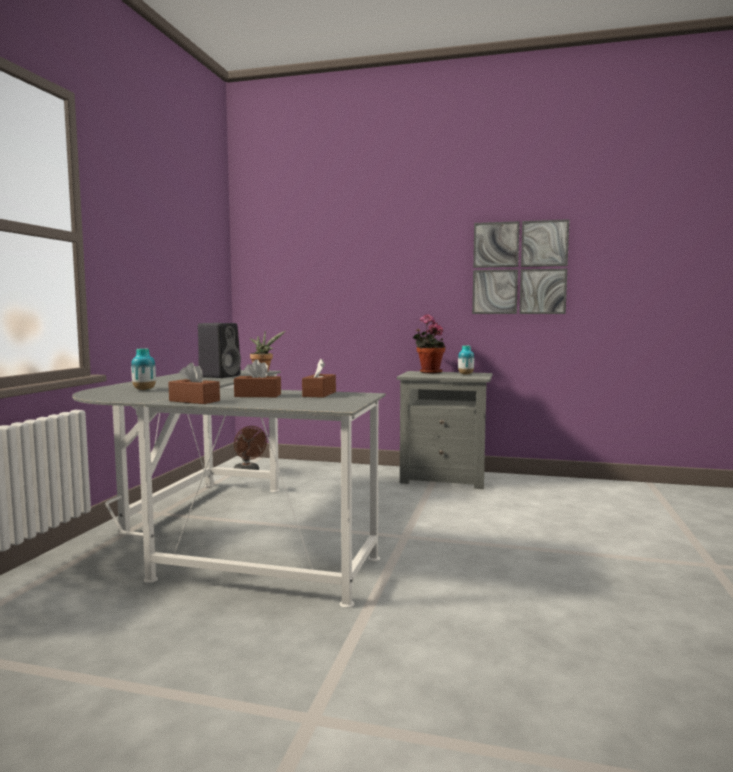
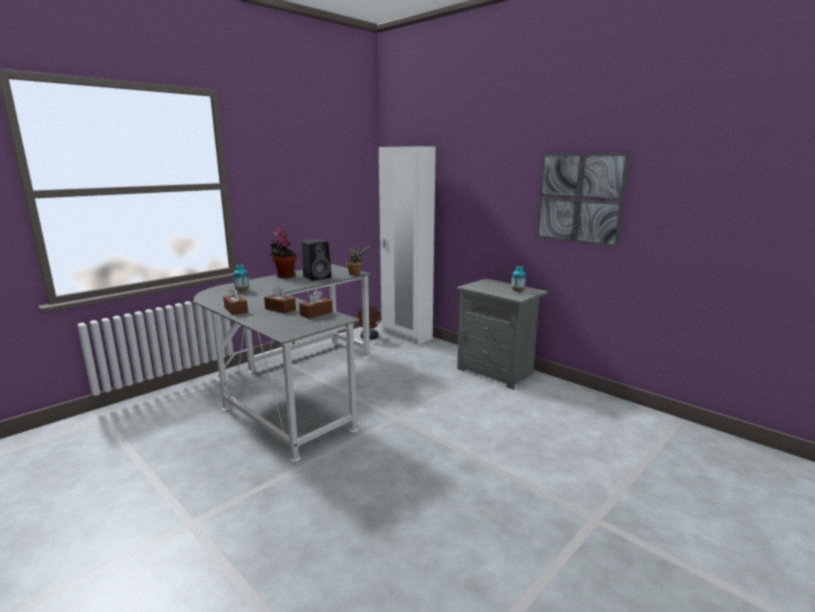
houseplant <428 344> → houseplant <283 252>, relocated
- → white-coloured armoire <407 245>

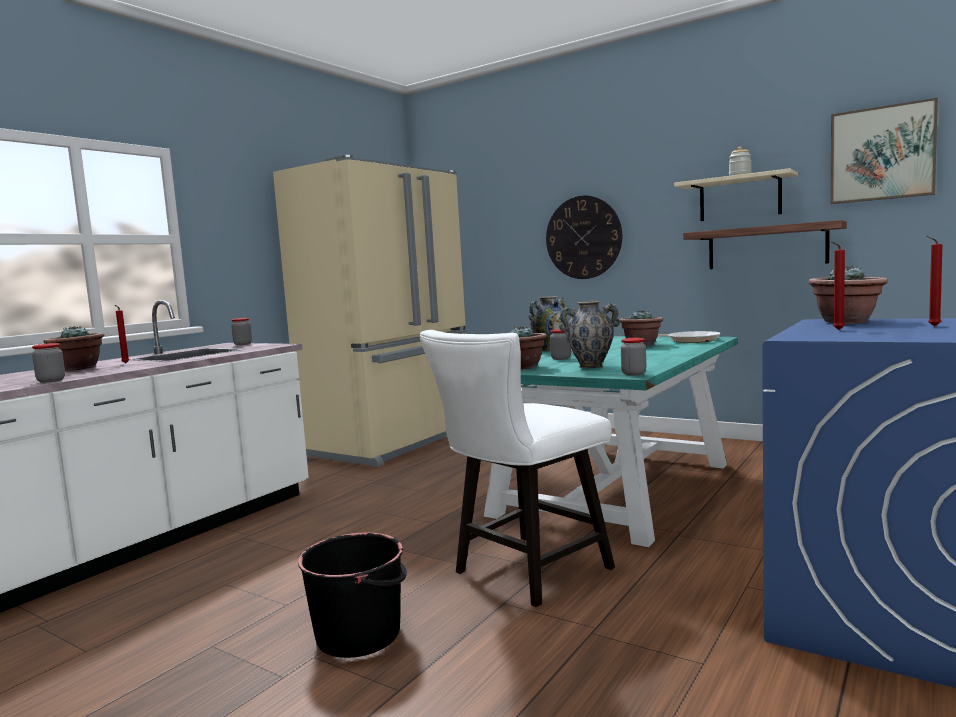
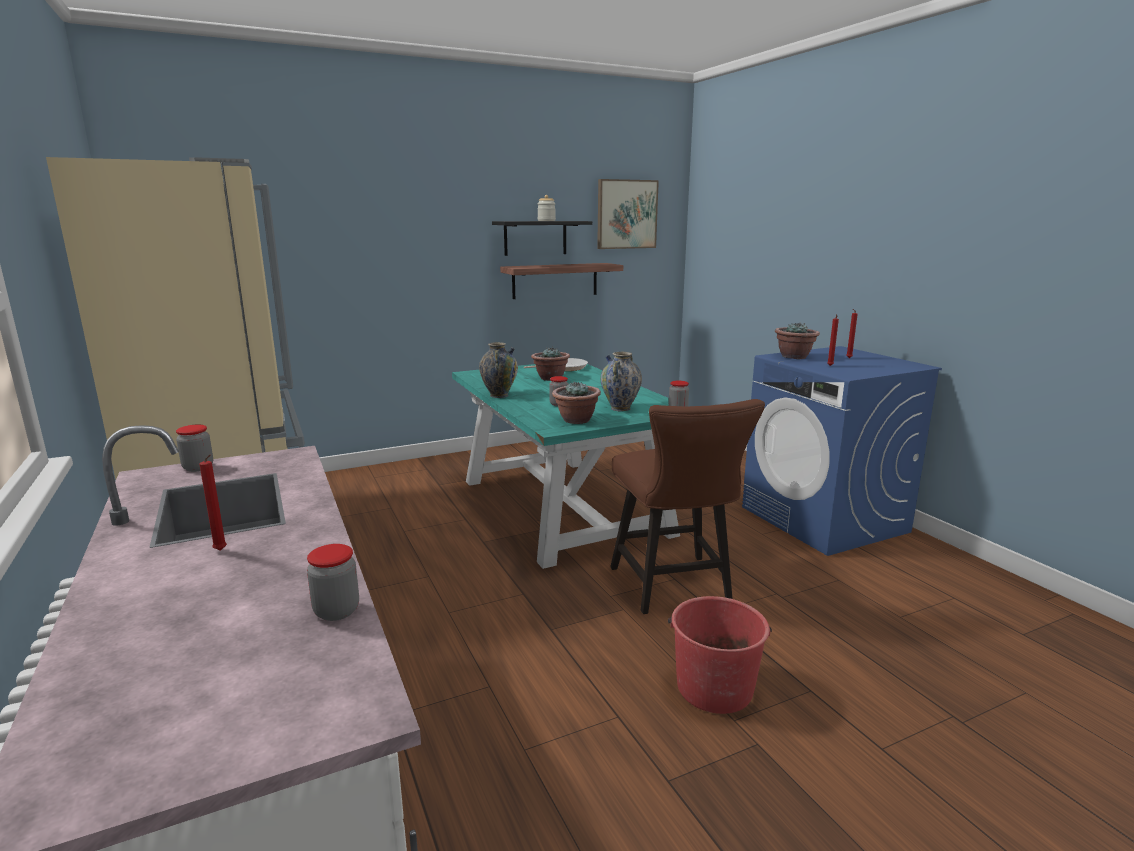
beige shelf <736 194> → black-coloured shelf <542 238>
white-coloured upright chair <517 468> → brown upright chair <687 506>
black-coloured pail <352 595> → red pail <720 655>
houseplant <73 348> → -
wall clock <584 237> → -

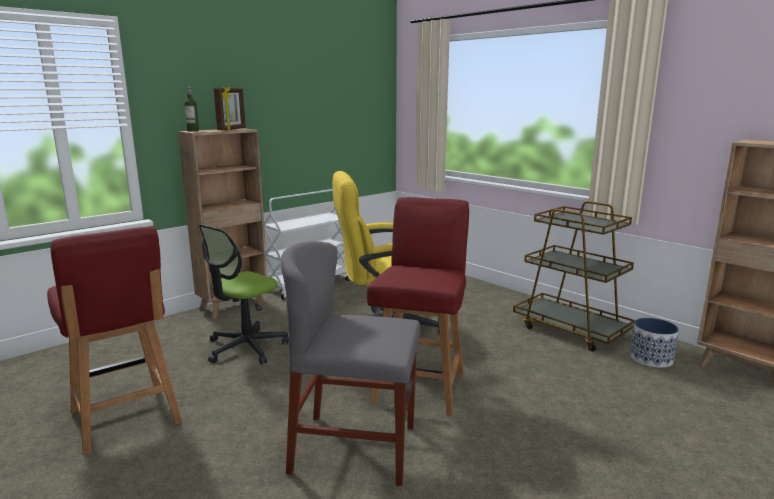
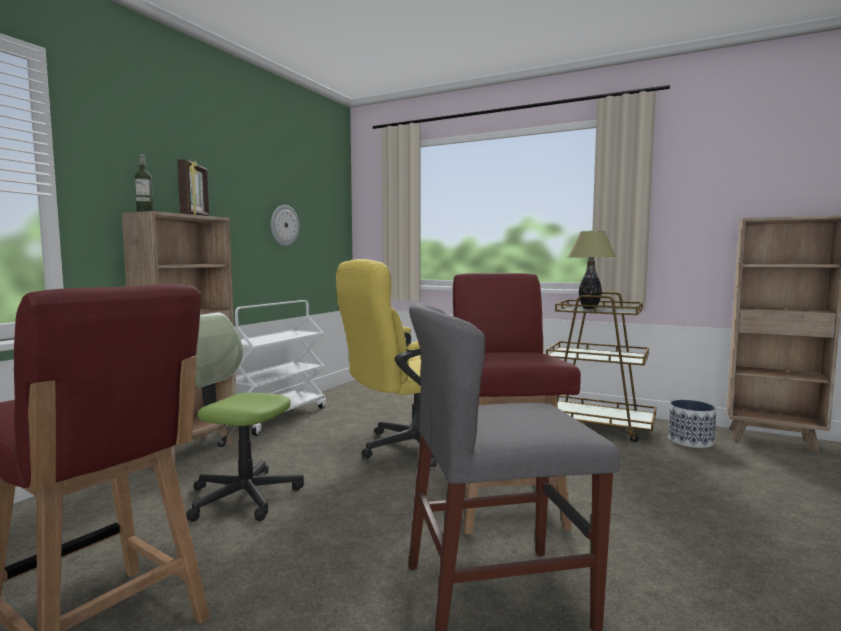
office chair <243 294> → office chair <245 417>, 90 degrees clockwise
- → wall clock <285 225>
- → table lamp <592 270>

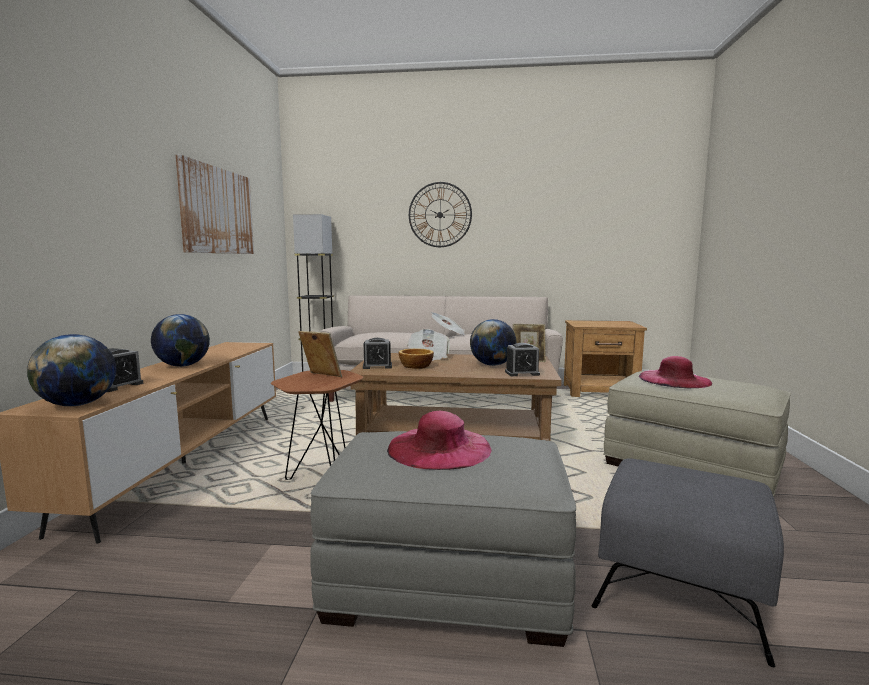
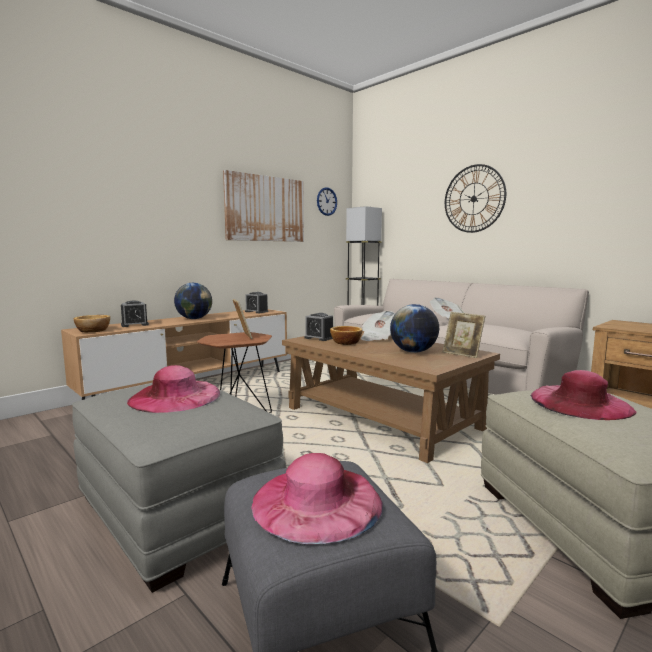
globe <71 370> → bowl <92 324>
table clock <522 359> → table clock <257 302>, relocated
- → pinkish clothing hat <317 498>
- → wall clock <327 201>

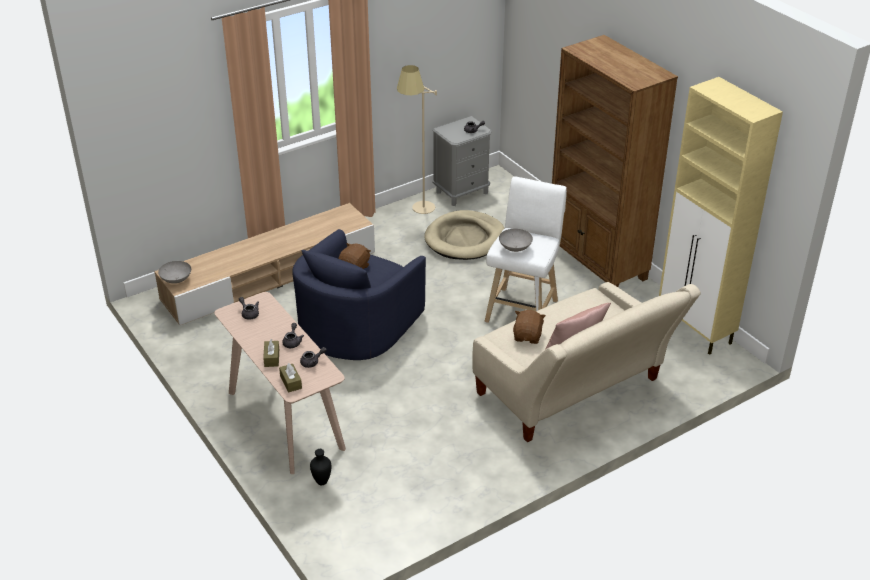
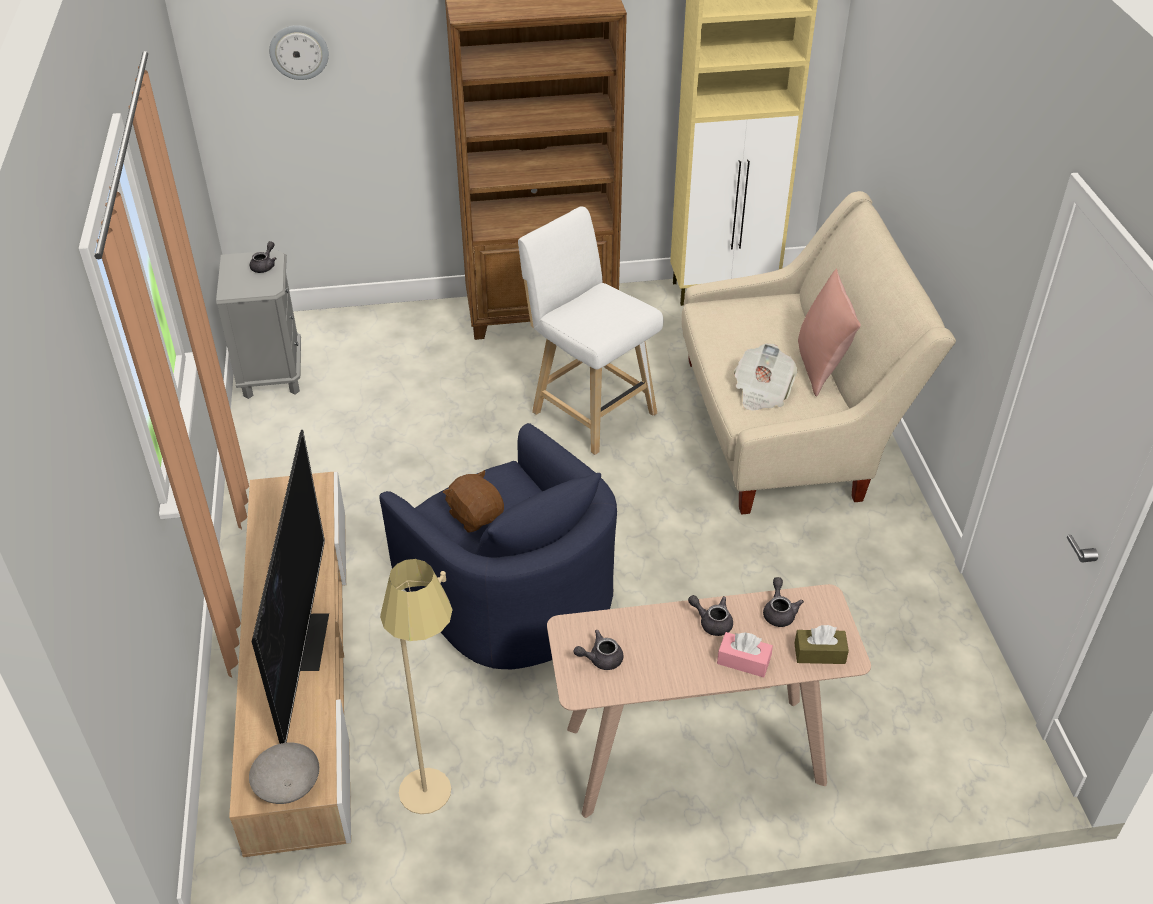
- → TV <290 587>
- → wall clock <299 52>
beige standing lamp <417 139> → beige standing lamp <416 686>, relocated
brown tissue box <271 353> → pinkish tissue box <745 654>
brown cuddly toy <529 327> → daily paper <766 376>
black-coloured decorative vase <320 467> → -
beige pet bed <464 235> → -
grey bowl <516 240> → -

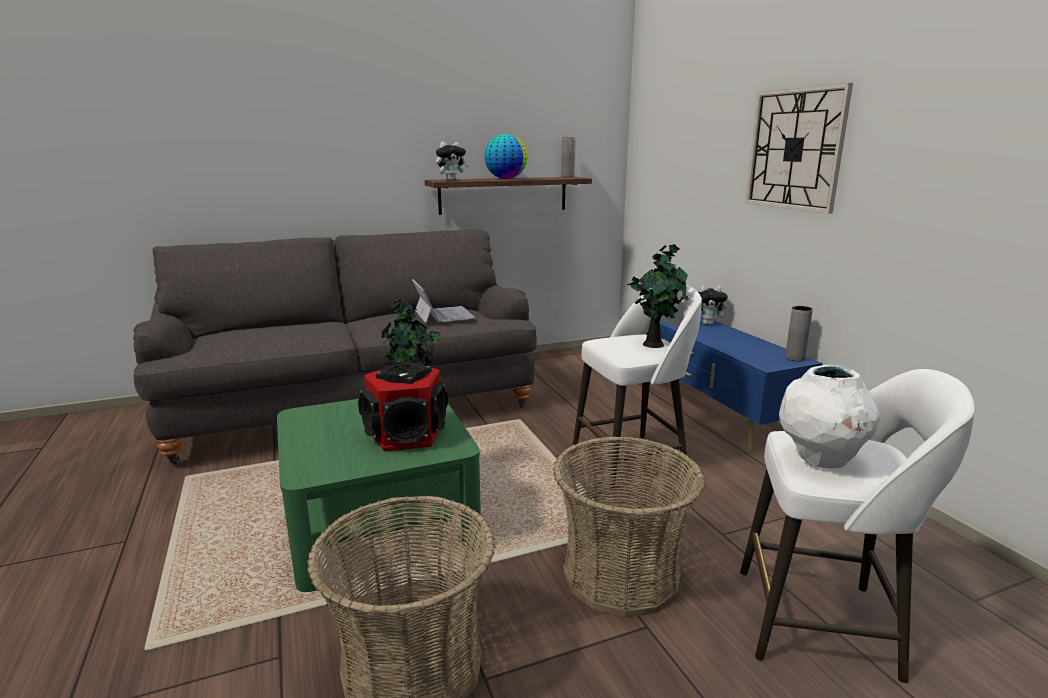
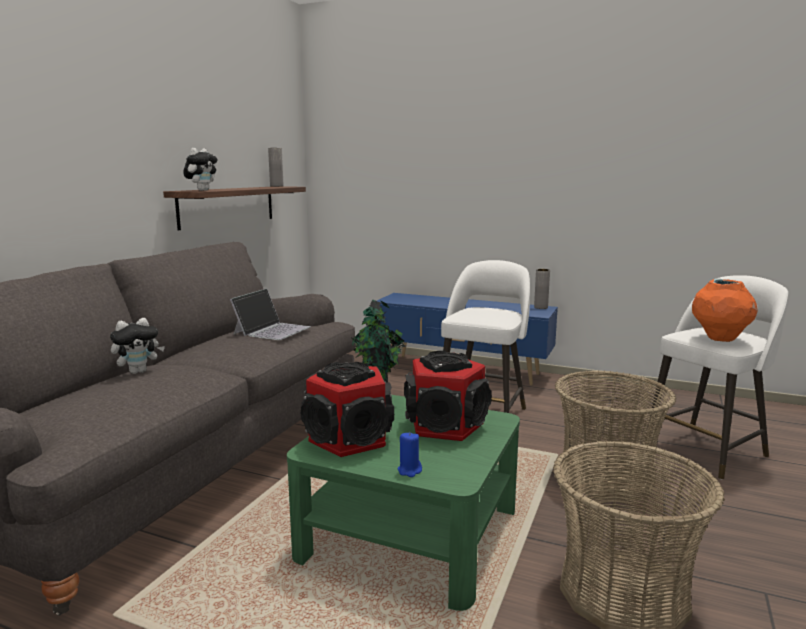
cuddly toy <714 305> → cuddly toy <137 346>, relocated
notebook computer <443 301> → notebook computer <270 314>, 90 degrees clockwise
- → audio speaker <347 409>
- → blue-coloured wax candle <410 454>
white-coloured decorative vase <829 416> → orange-coloured decorative vase <725 310>
globe <506 156> → -
houseplant <658 296> → -
wall clock <799 148> → -

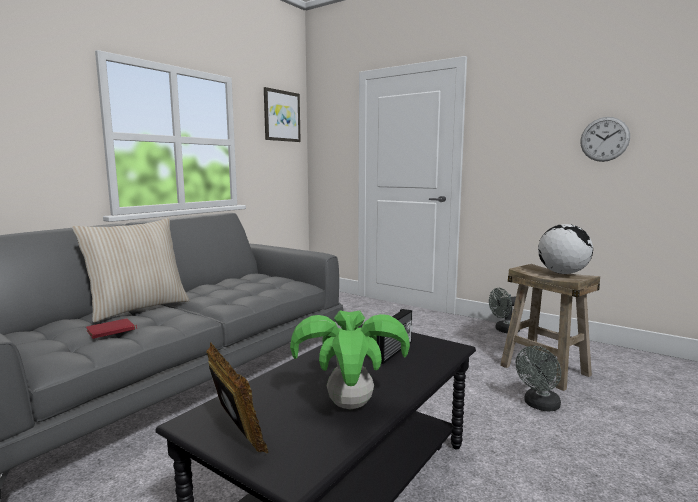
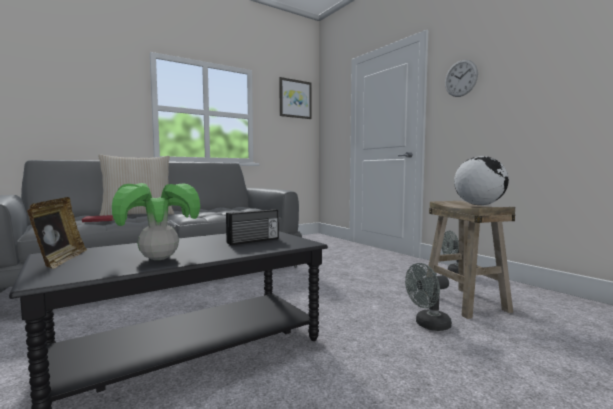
wall clock <605 139> → wall clock <461 78>, relocated

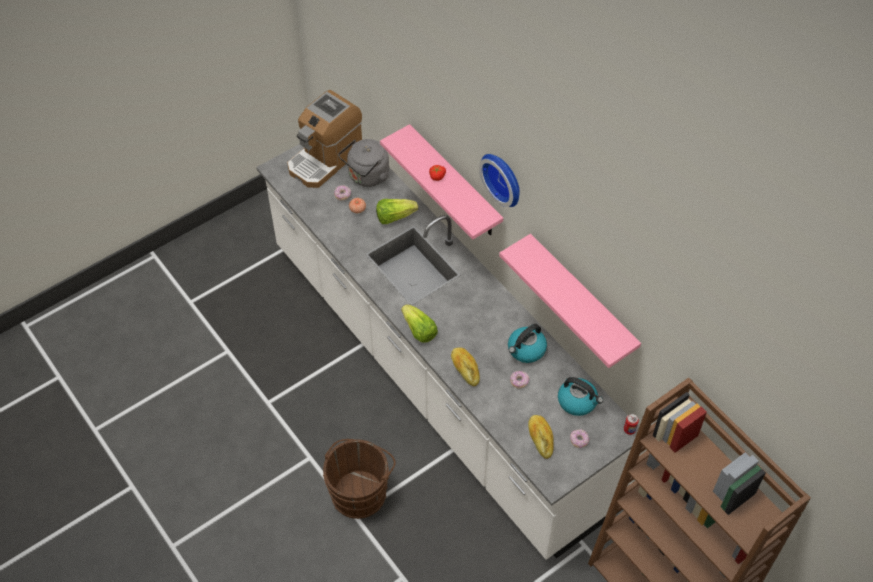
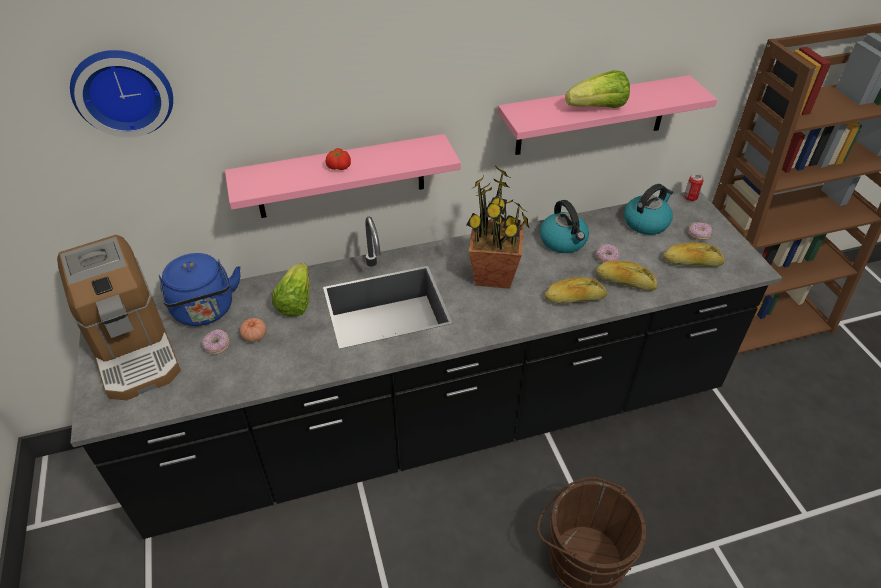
wall clock <499 180> → wall clock <121 93>, relocated
white-coloured counter <448 349> → black-coloured counter <426 365>
grey kettle <363 163> → blue-coloured kettle <200 289>
- → houseplant <498 228>
lettuce <419 324> → lettuce <597 89>, relocated
- → bakery bread <626 276>

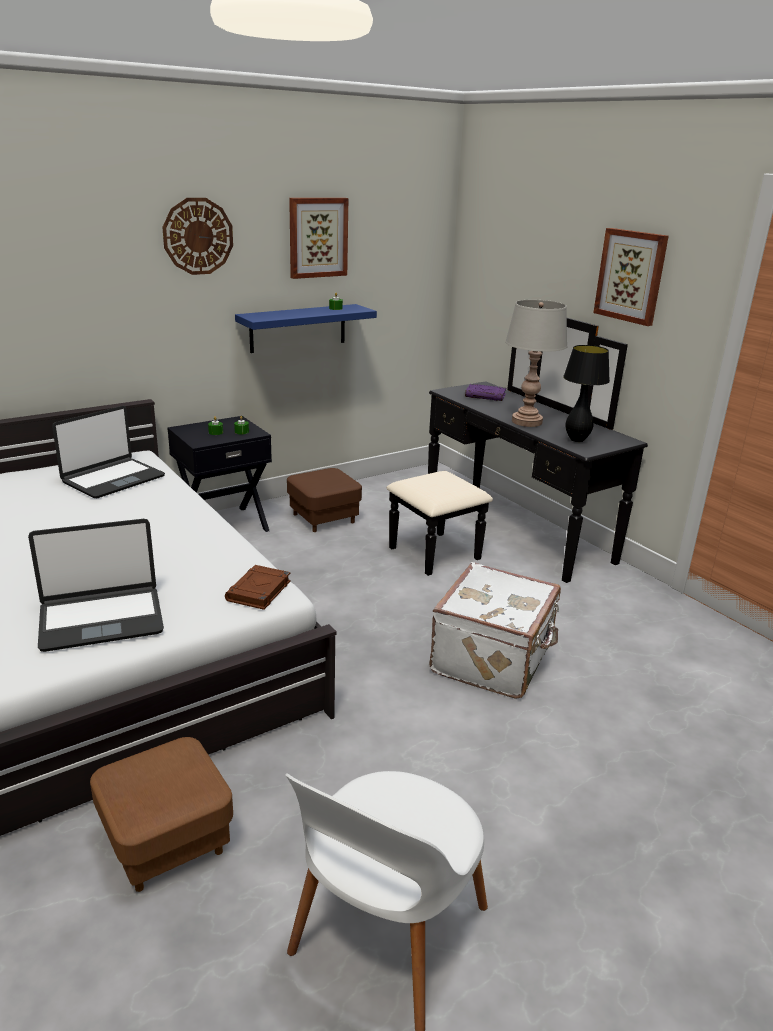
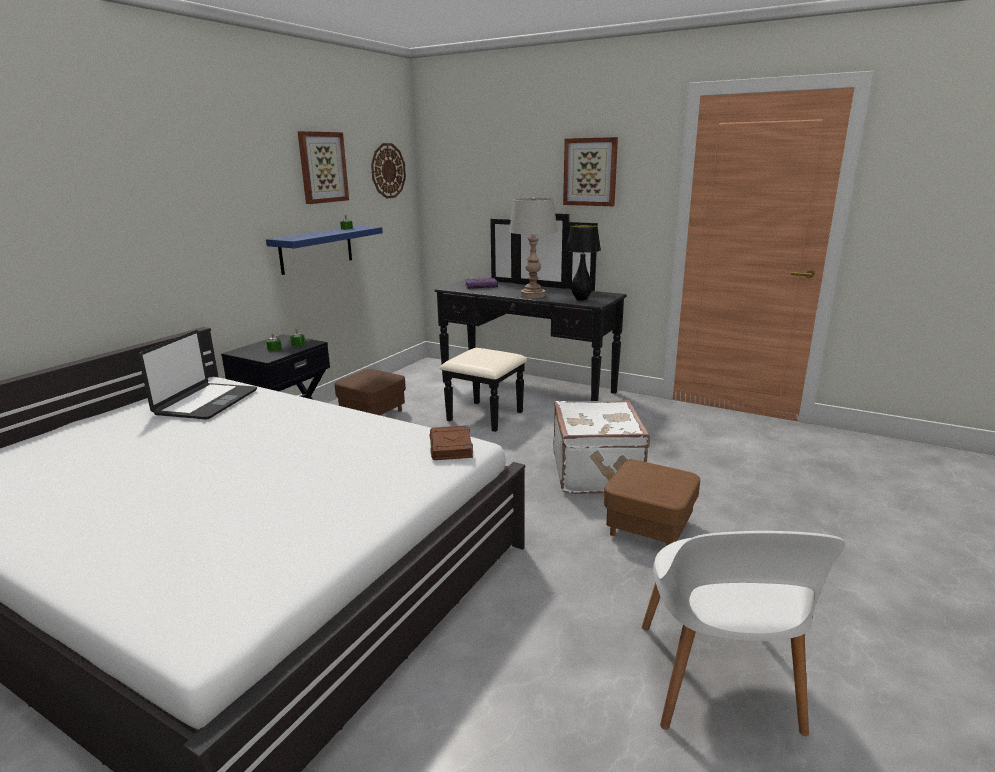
wall clock <197 236> → wall clock <388 170>, relocated
brown pouffe <161 814> → brown pouffe <652 503>, relocated
notebook computer <96 585> → -

